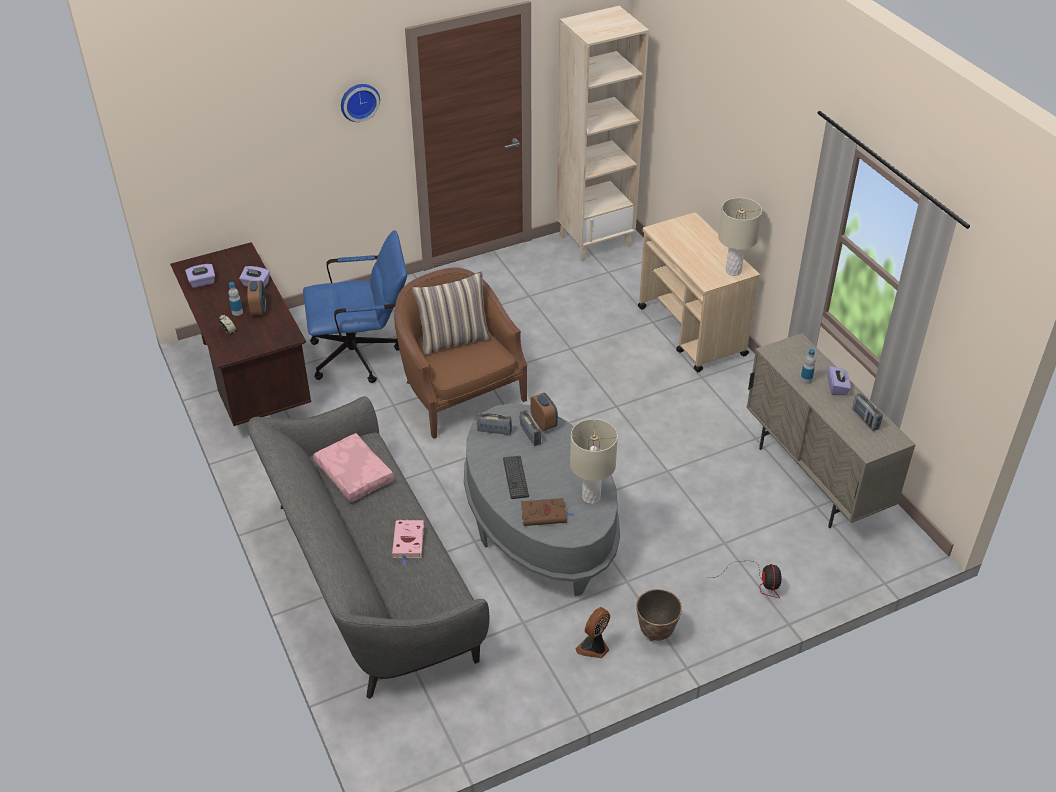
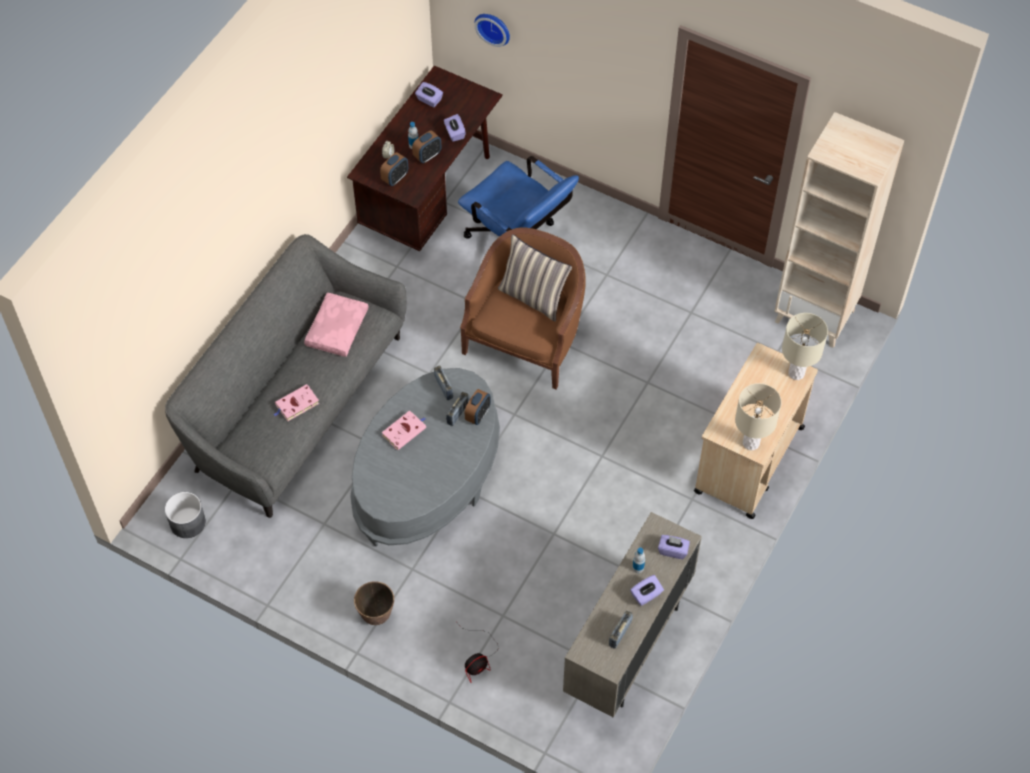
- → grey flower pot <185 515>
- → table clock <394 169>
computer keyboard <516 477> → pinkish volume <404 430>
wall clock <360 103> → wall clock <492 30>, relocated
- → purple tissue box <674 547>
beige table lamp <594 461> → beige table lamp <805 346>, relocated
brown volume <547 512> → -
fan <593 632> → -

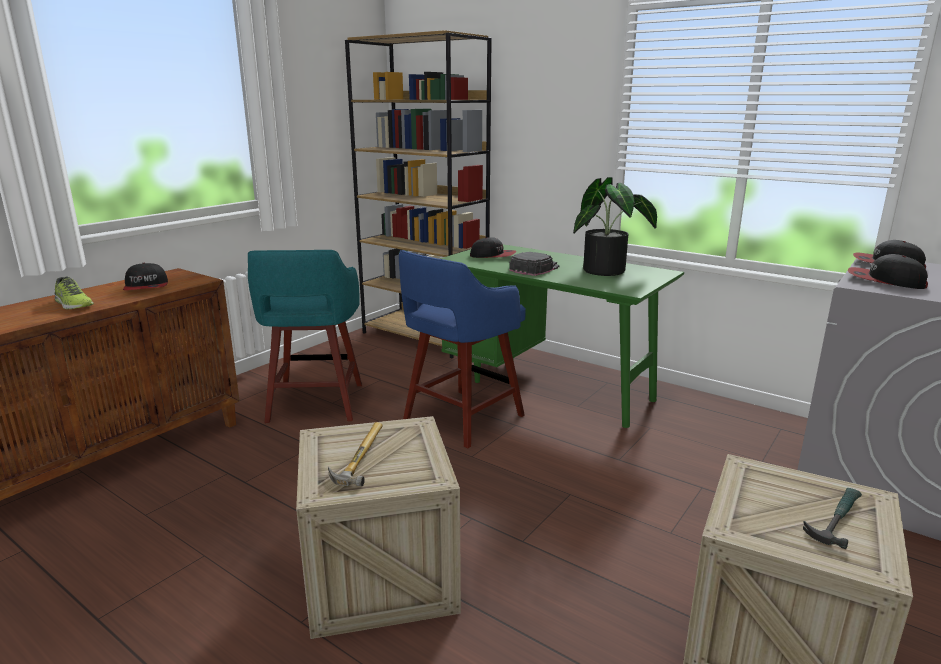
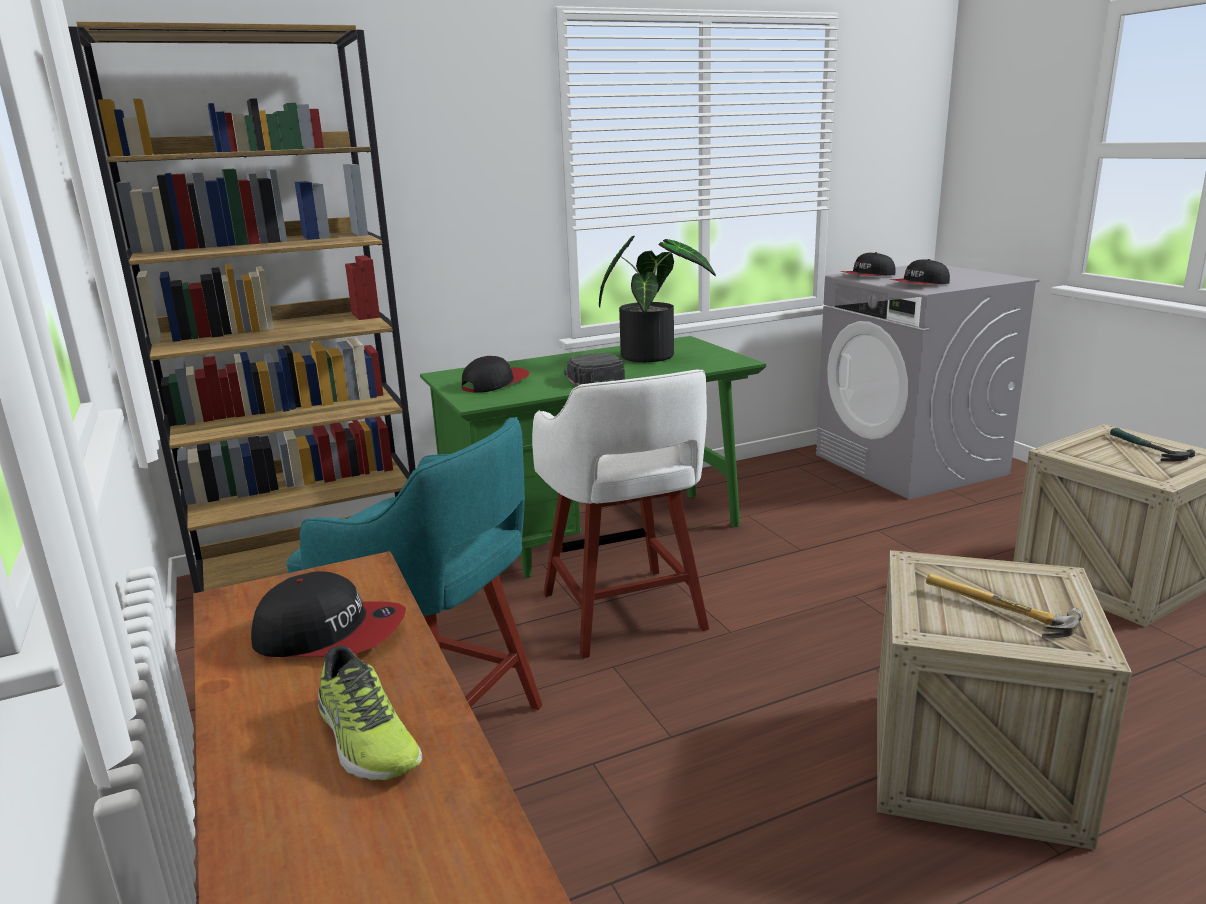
item of footwear <74 292> → item of footwear <370 713>, 75 degrees clockwise
blue-coloured stool seat <462 349> → white-coloured stool seat <620 514>

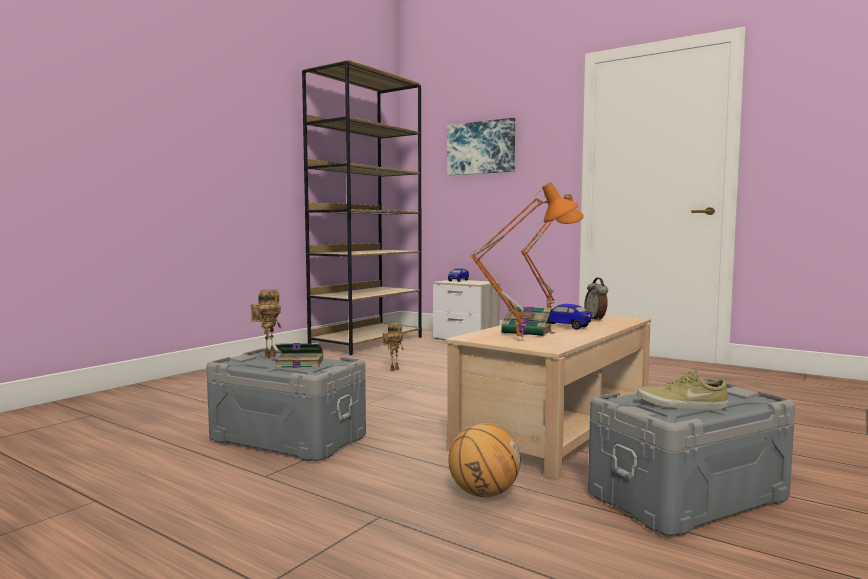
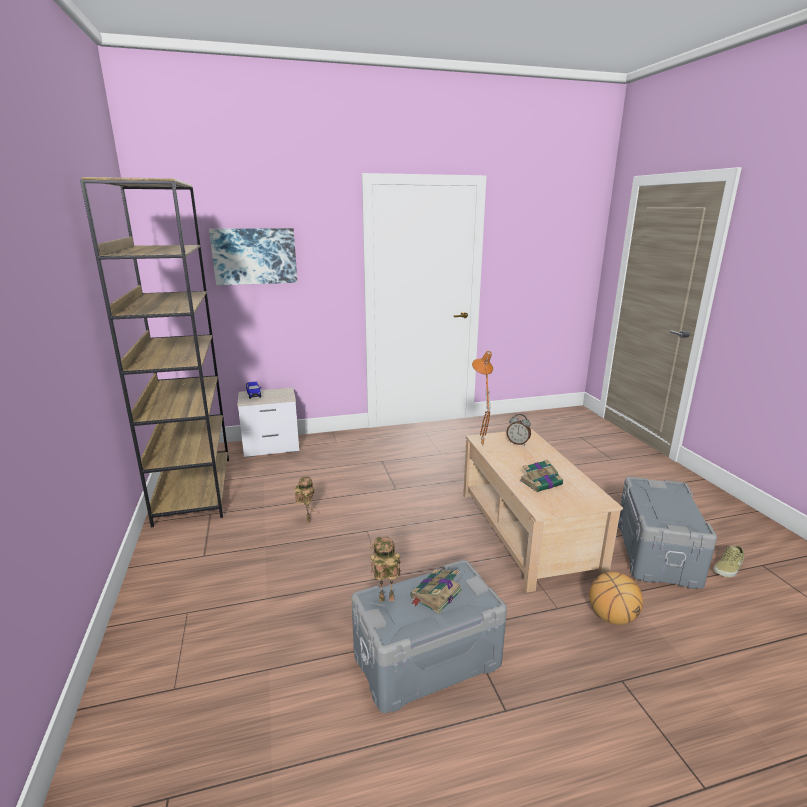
robot figure <266 324> → robot figure <384 569>, 60 degrees counterclockwise
beige item of footwear <682 388> → beige item of footwear <728 561>, relocated
orange-coloured table lamp <524 261> → -
model car <569 317> → -

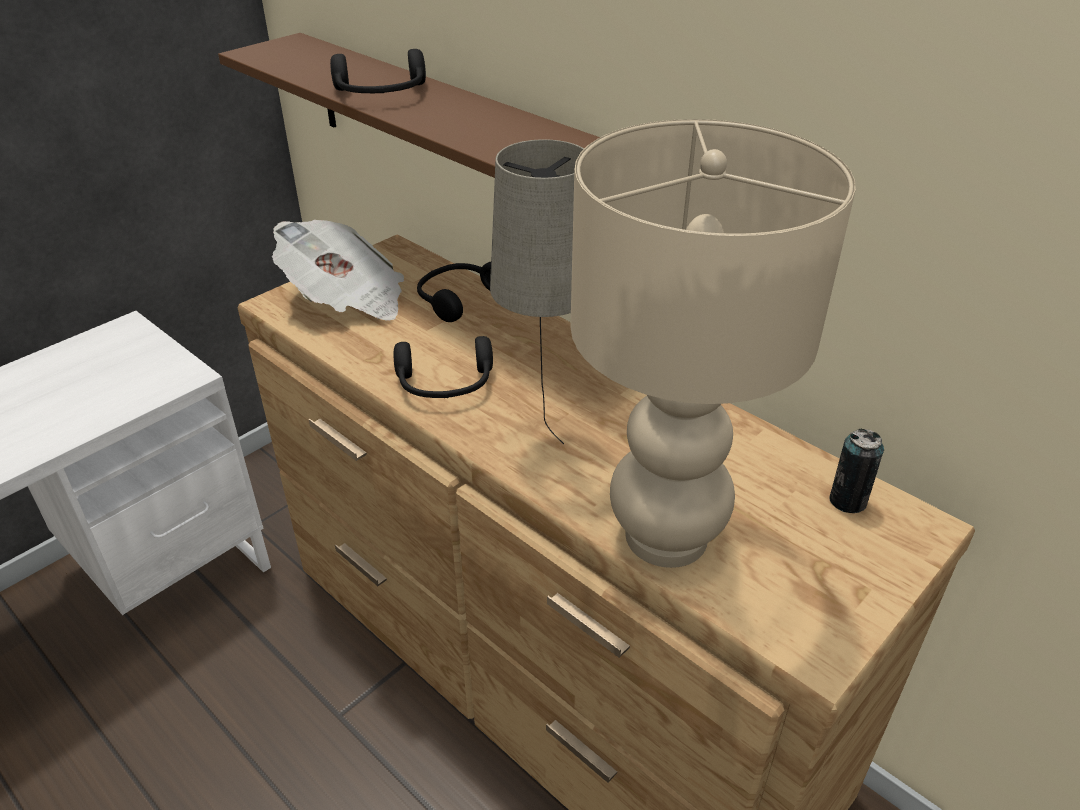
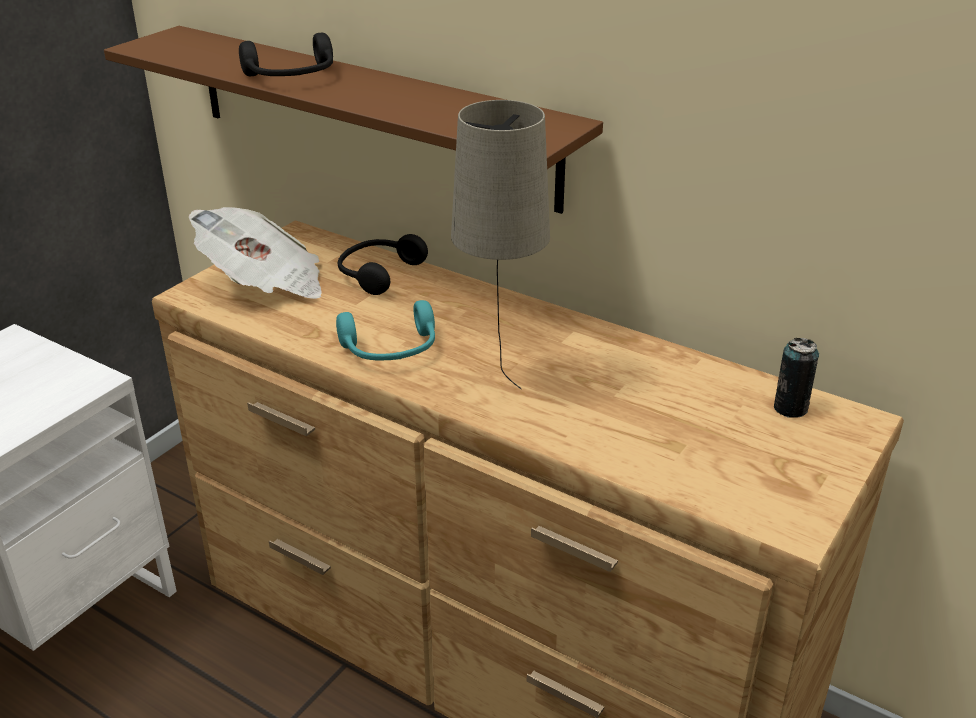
black-coloured headset <443 367> → turquoise-coloured headset <385 330>
beige table lamp <713 343> → -

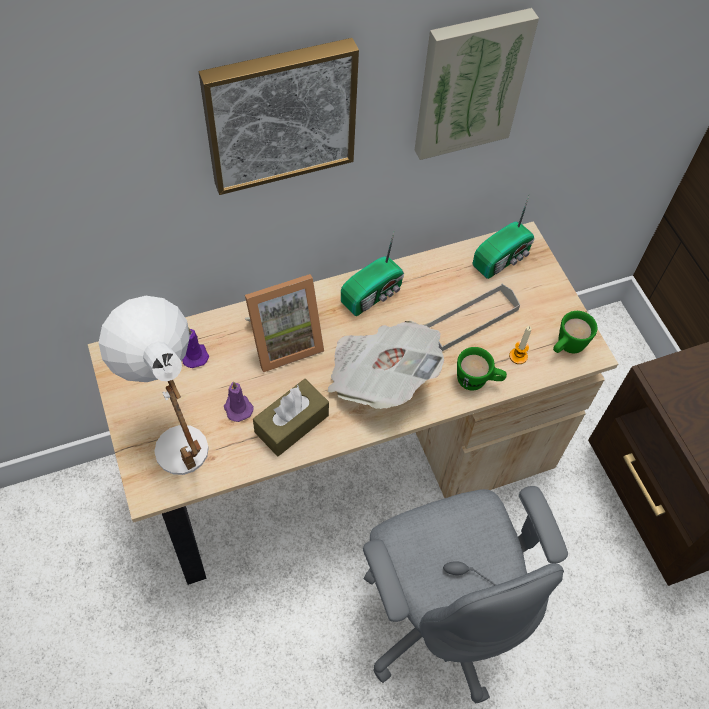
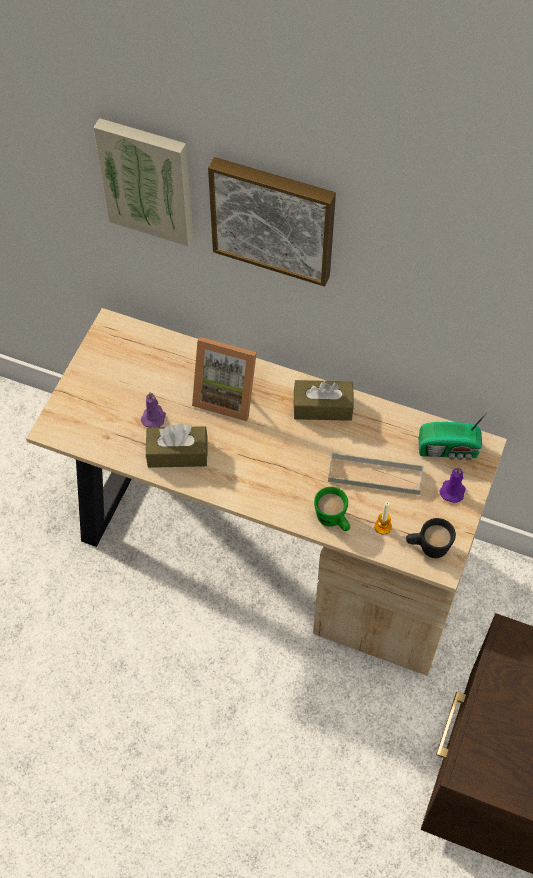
wall art <477 84> → wall art <143 182>, relocated
radio receiver <372 273> → brown tissue box <323 400>
green mug <575 332> → black-coloured mug <431 538>
purple wax candle <195 347> → purple wax candle <452 485>, relocated
white-coloured table lamp <154 385> → -
daily paper <386 365> → -
grey office chair <465 594> → -

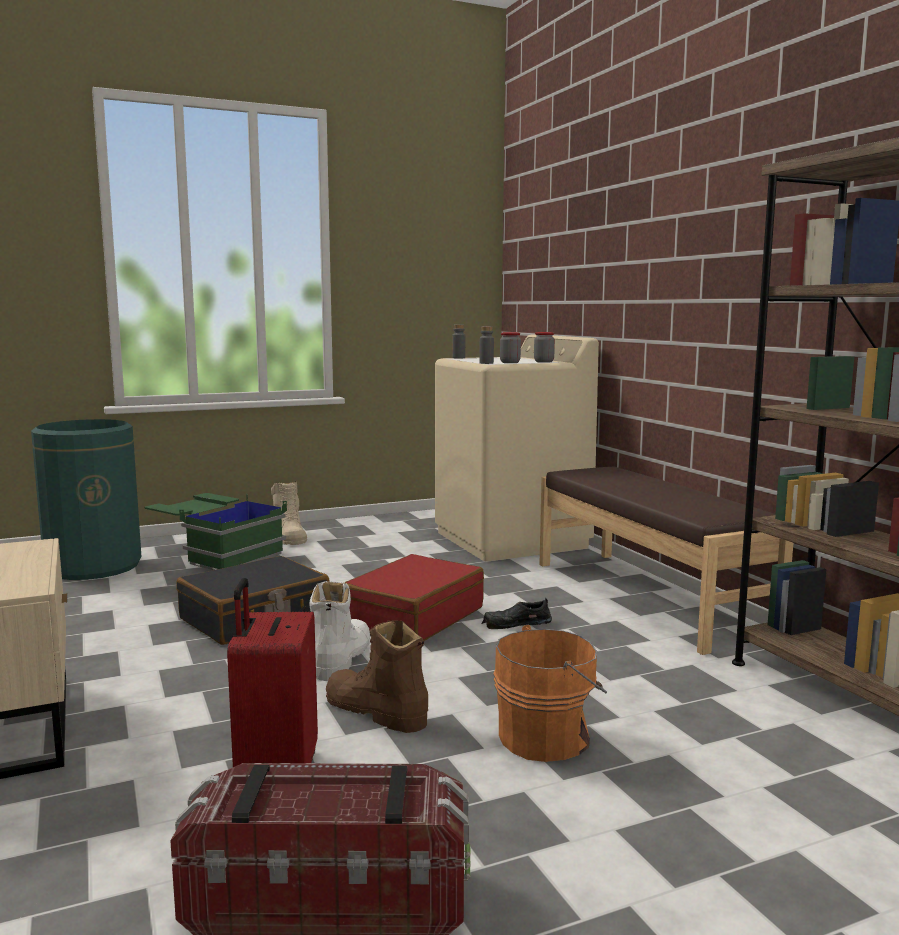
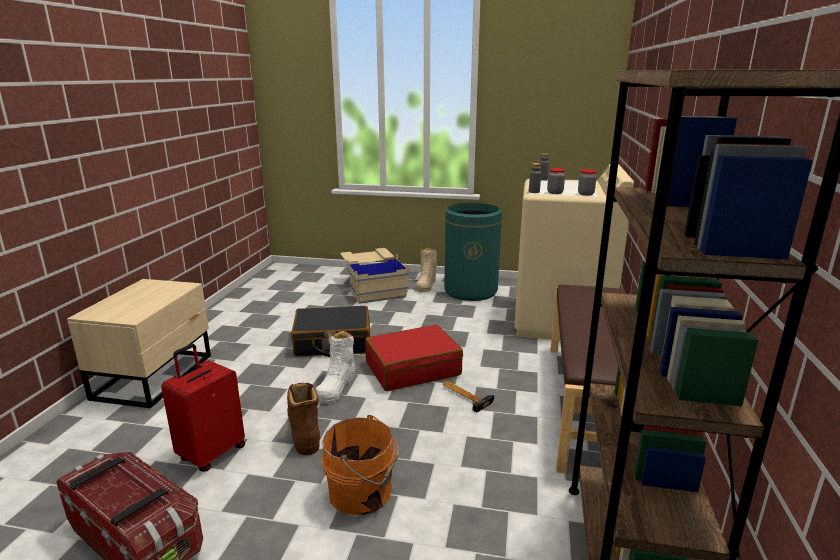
white-coloured tall boot <339 631> → white-coloured tall boot <335 367>, 150 degrees clockwise
green storage box <216 531> → beige storage box <374 276>
black-coloured item of footwear <517 613> → hand hammer <468 396>
green rubbish bin <86 499> → green rubbish bin <473 252>, relocated

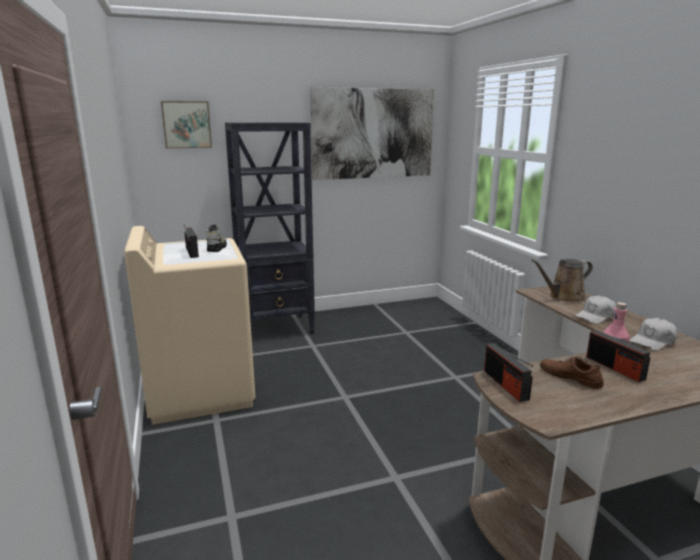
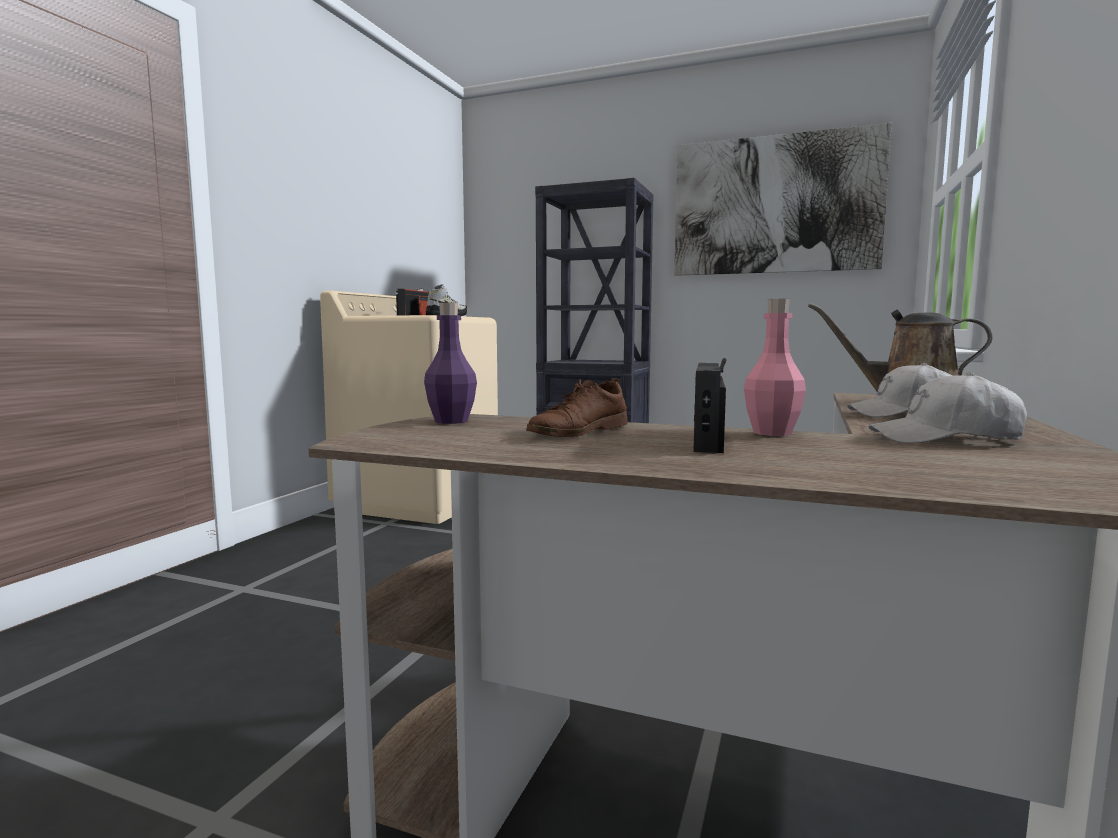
radio receiver <508 372> → purple drink bottle <450 363>
brown item of footwear <572 373> → brown item of footwear <577 407>, 135 degrees counterclockwise
wall art <186 124> → -

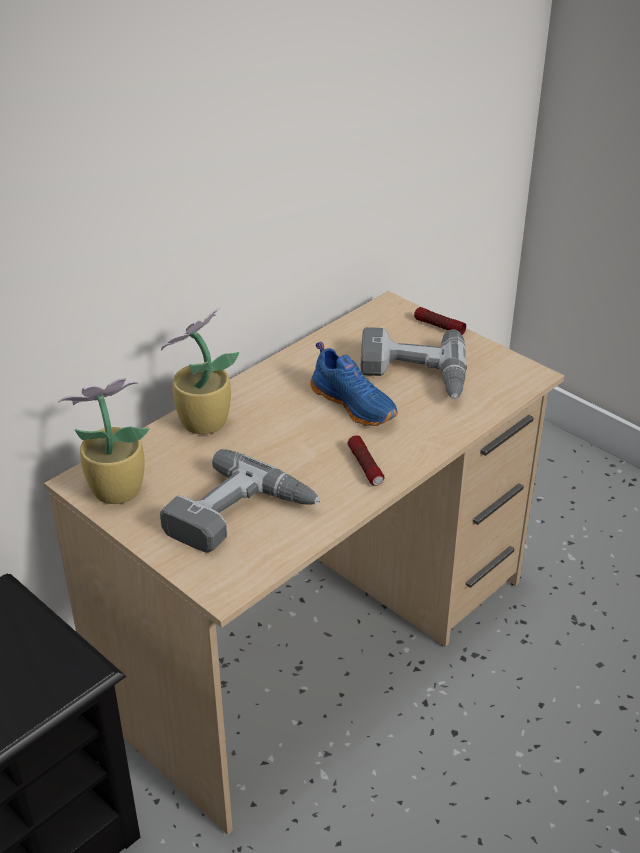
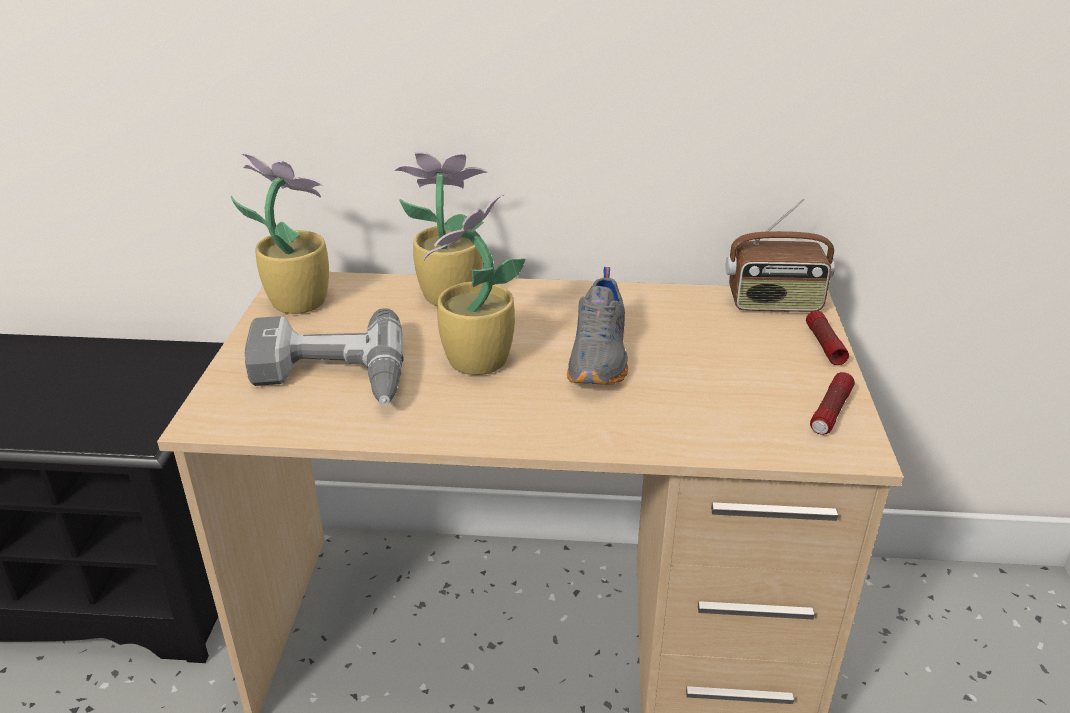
- → houseplant <474 284>
blue-coloured item of footwear <354 383> → grey item of footwear <597 326>
- → radio receiver <780 255>
flashlight <366 460> → flashlight <832 403>, relocated
electric drill <413 363> → -

